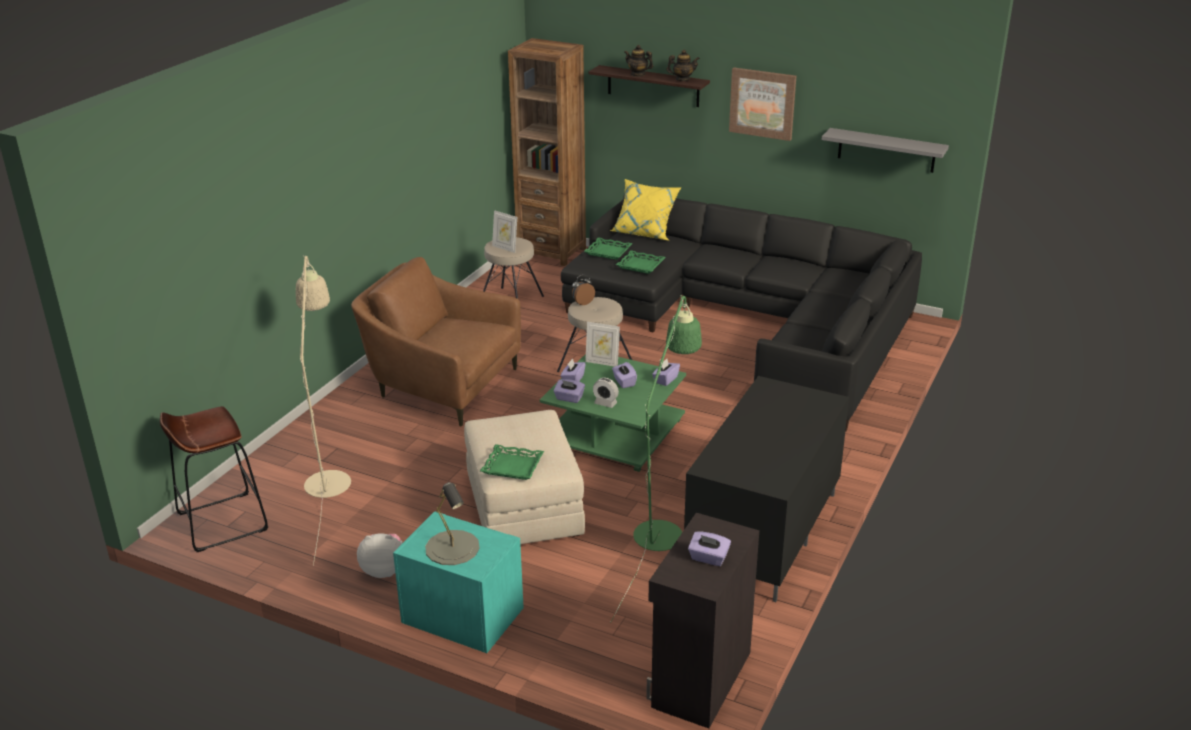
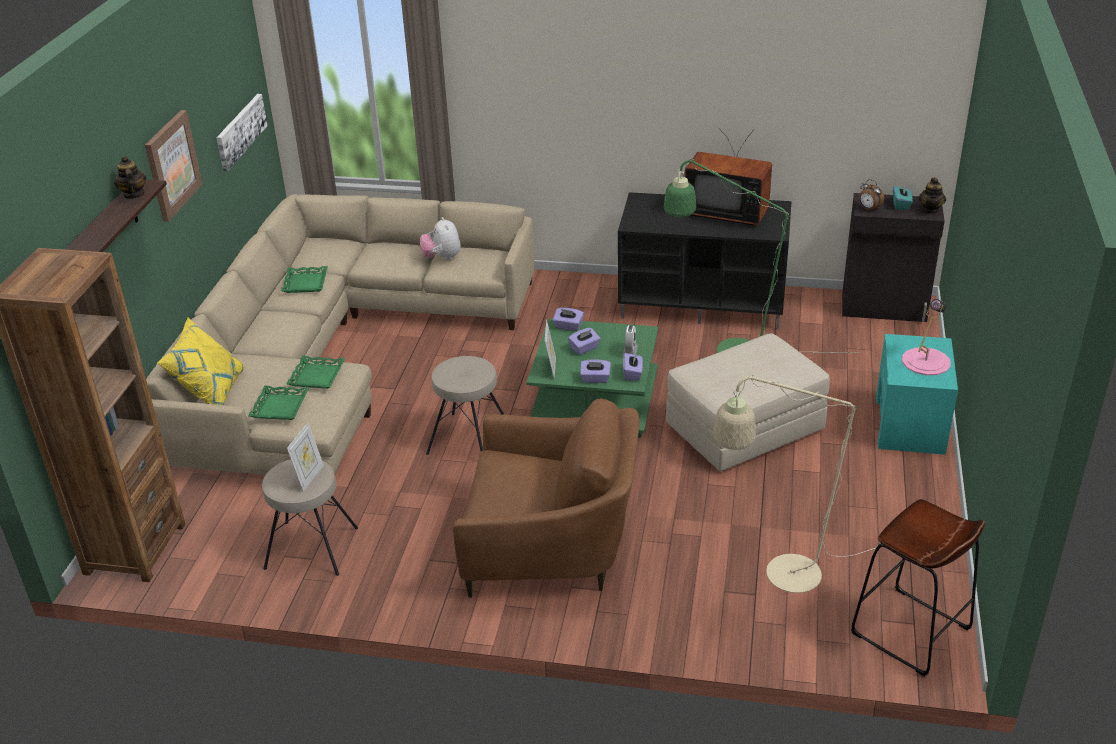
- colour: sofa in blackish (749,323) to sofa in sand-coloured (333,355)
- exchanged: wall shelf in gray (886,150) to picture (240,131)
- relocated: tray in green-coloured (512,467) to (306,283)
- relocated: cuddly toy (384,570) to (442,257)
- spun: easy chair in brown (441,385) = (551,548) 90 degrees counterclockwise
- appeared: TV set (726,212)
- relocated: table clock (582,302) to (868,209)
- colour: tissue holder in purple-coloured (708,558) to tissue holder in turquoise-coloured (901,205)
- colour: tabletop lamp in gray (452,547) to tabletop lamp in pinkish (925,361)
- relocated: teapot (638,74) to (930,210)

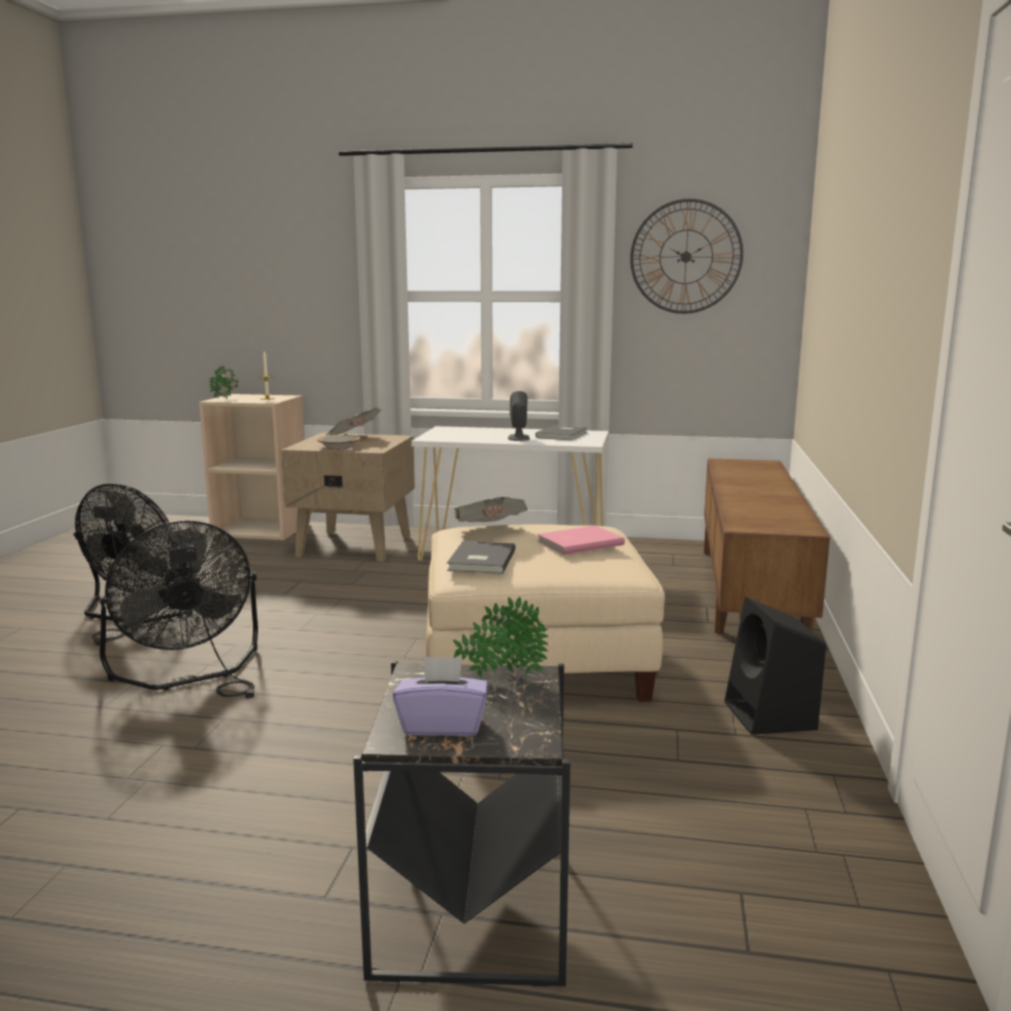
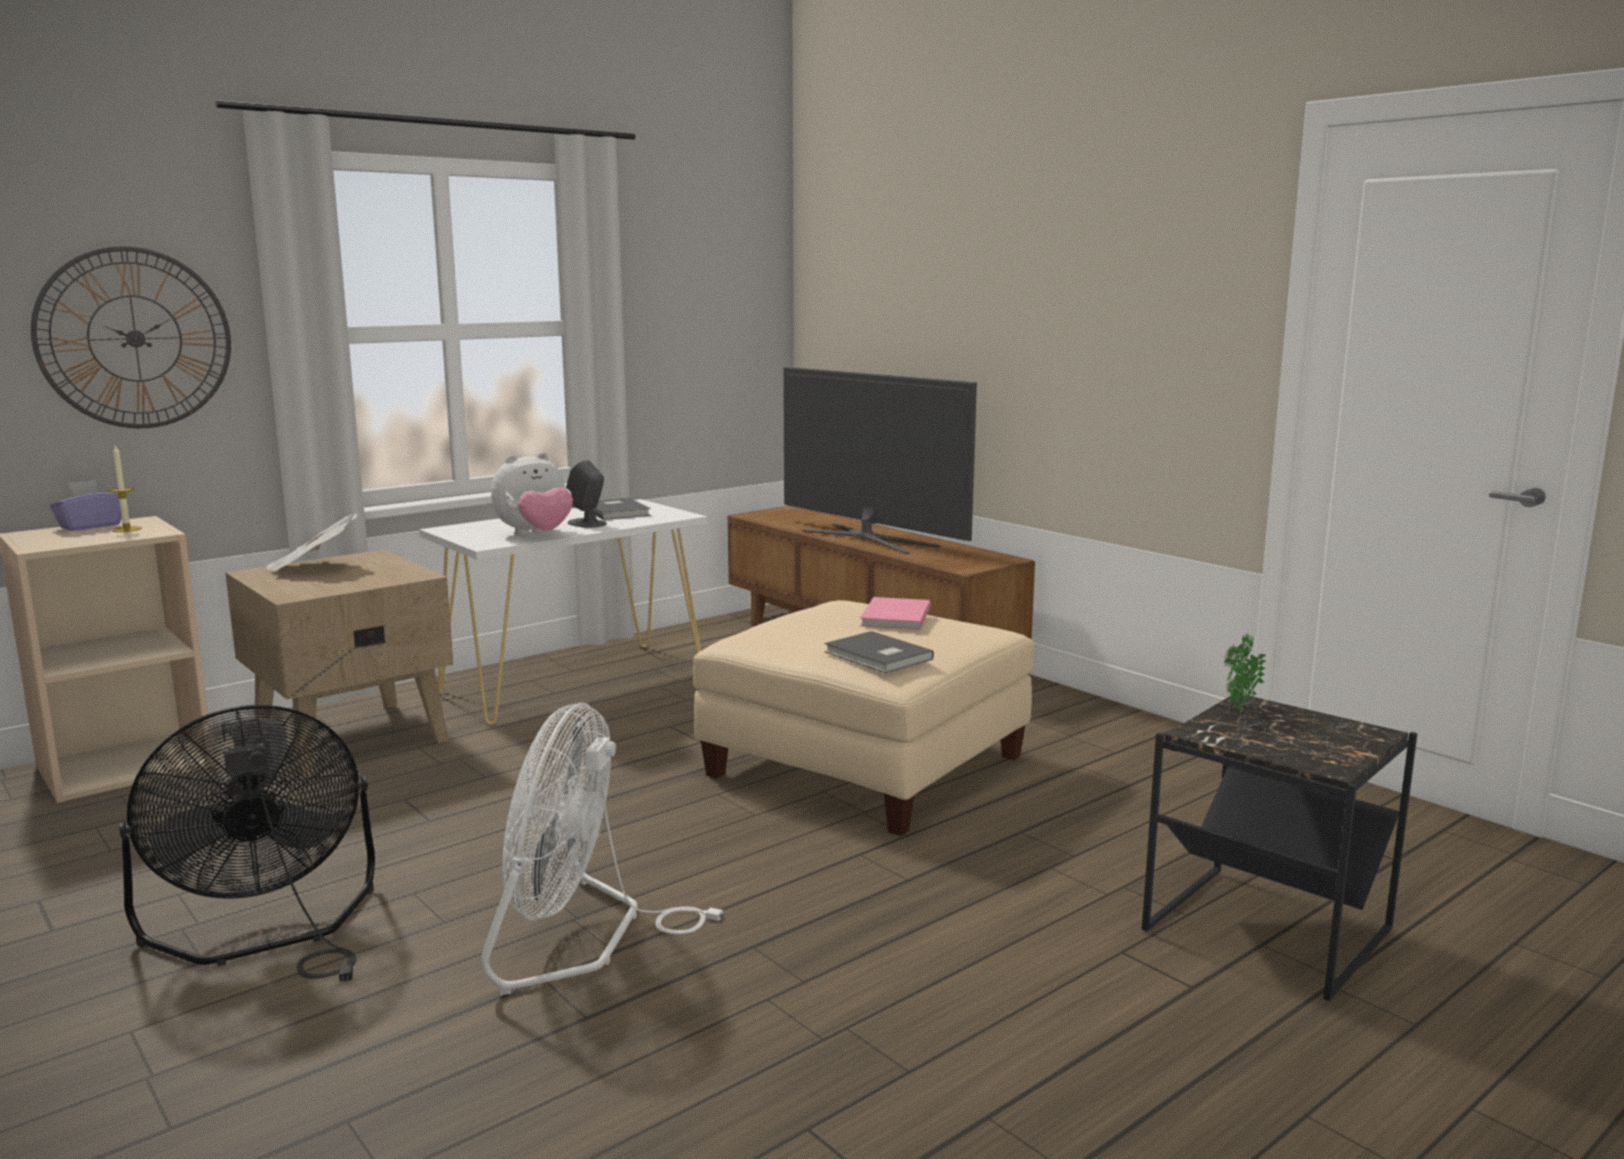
- relocated: hanging clock (686,257) to (135,338)
- relocated: tissue holder in purple-coloured (442,725) to (90,526)
- colour: electric fan in blackish (197,673) to electric fan in white (591,932)
- appeared: cuddly toy (535,535)
- appeared: TV set (869,538)
- missing: potted plant (227,399)
- missing: bowl (339,447)
- missing: printed paper (490,531)
- missing: speaker in blackish (771,717)

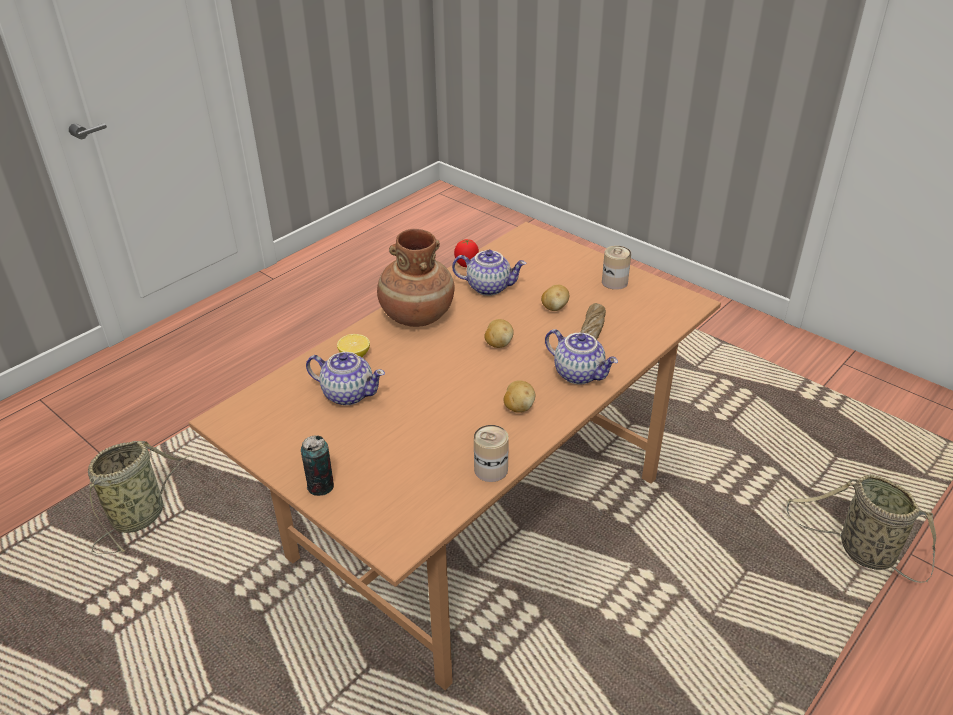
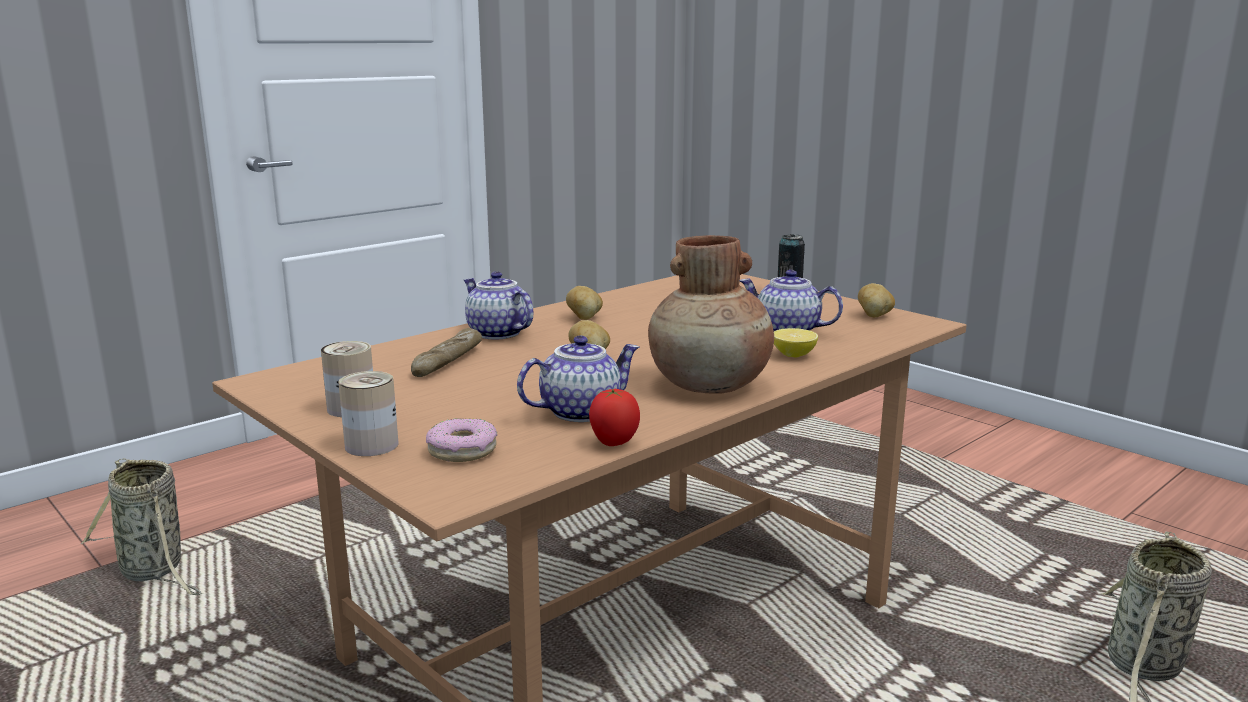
- relocated: sealed can (491,469) to (371,445)
- appeared: ring doughnut (462,450)
- spun: teapot (489,287) = (580,411) 135 degrees clockwise
- relocated: whole potato (554,308) to (874,316)

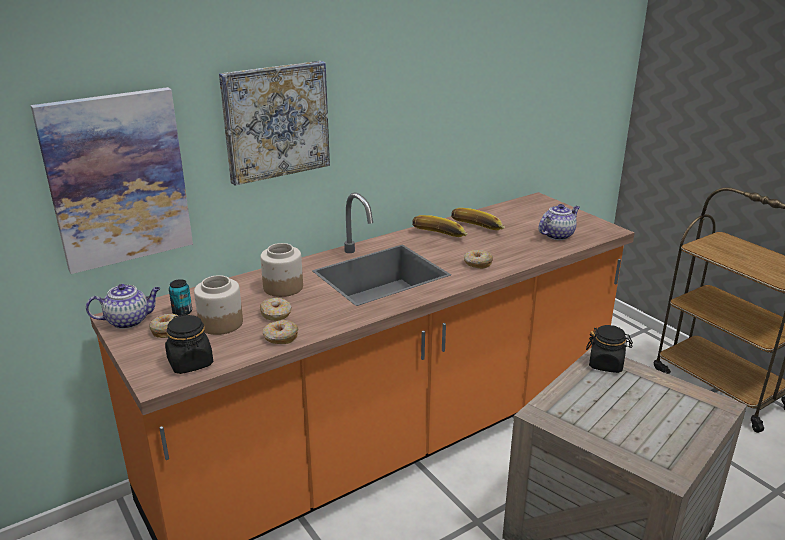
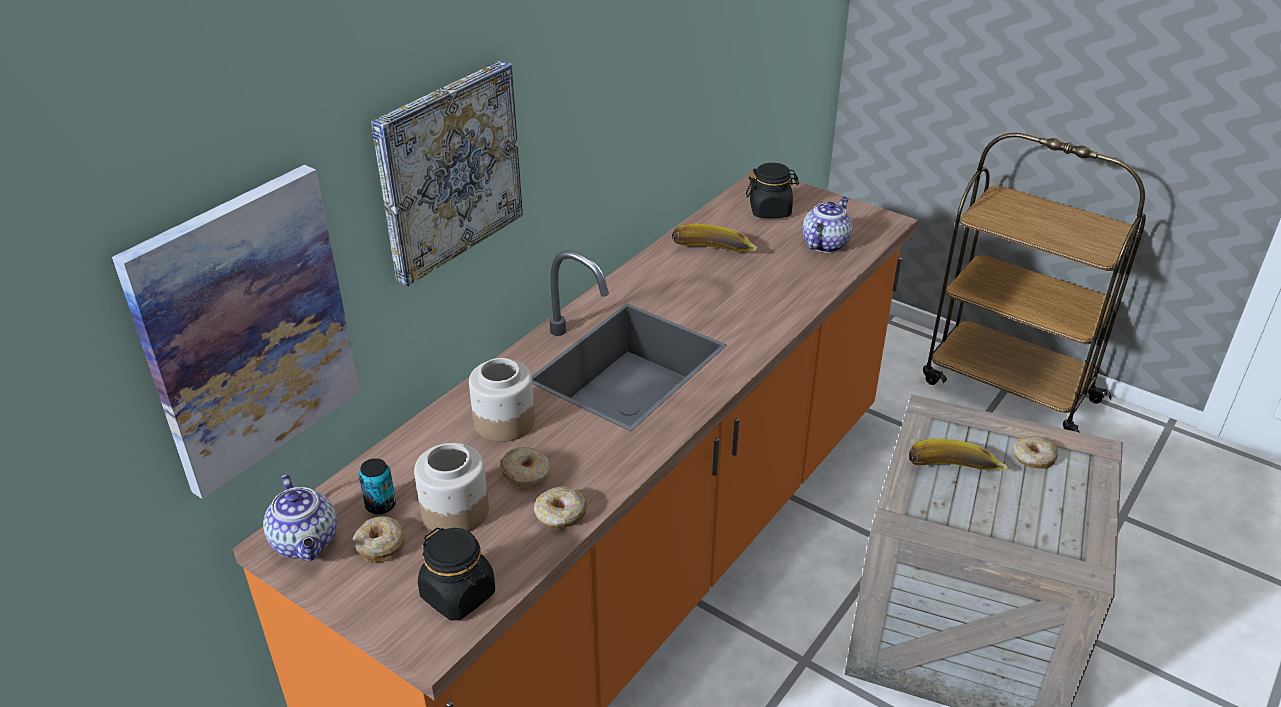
- spun: teapot (129,321) = (306,543) 105 degrees clockwise
- relocated: jar in blackish (606,364) to (770,210)
- relocated: banana fruit (438,236) to (953,472)
- relocated: ring doughnut (477,263) to (1033,458)

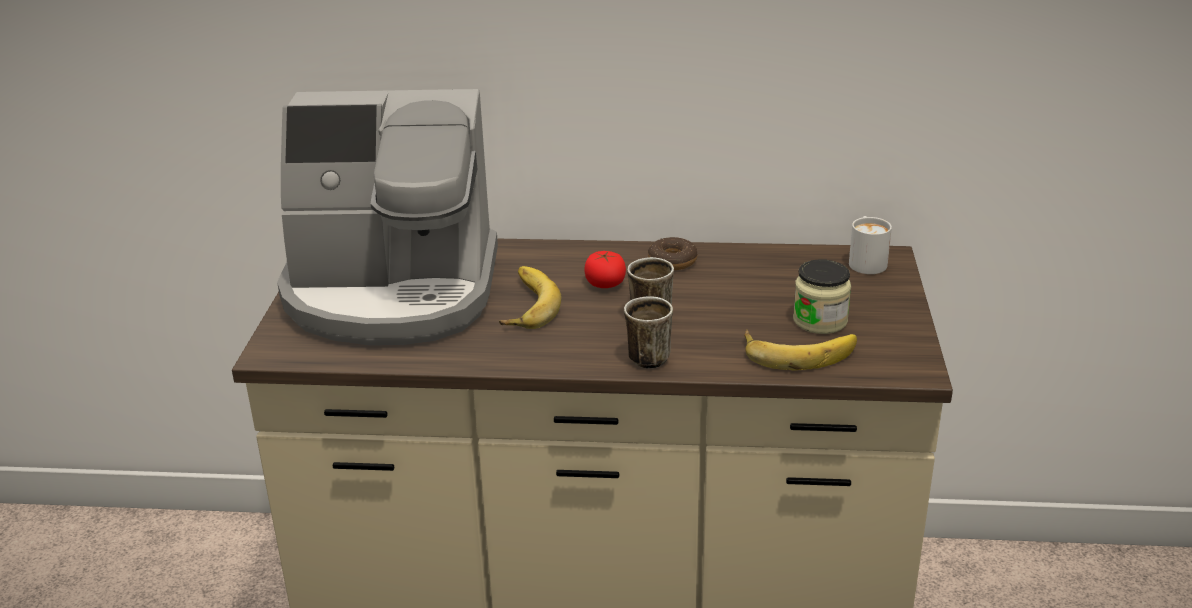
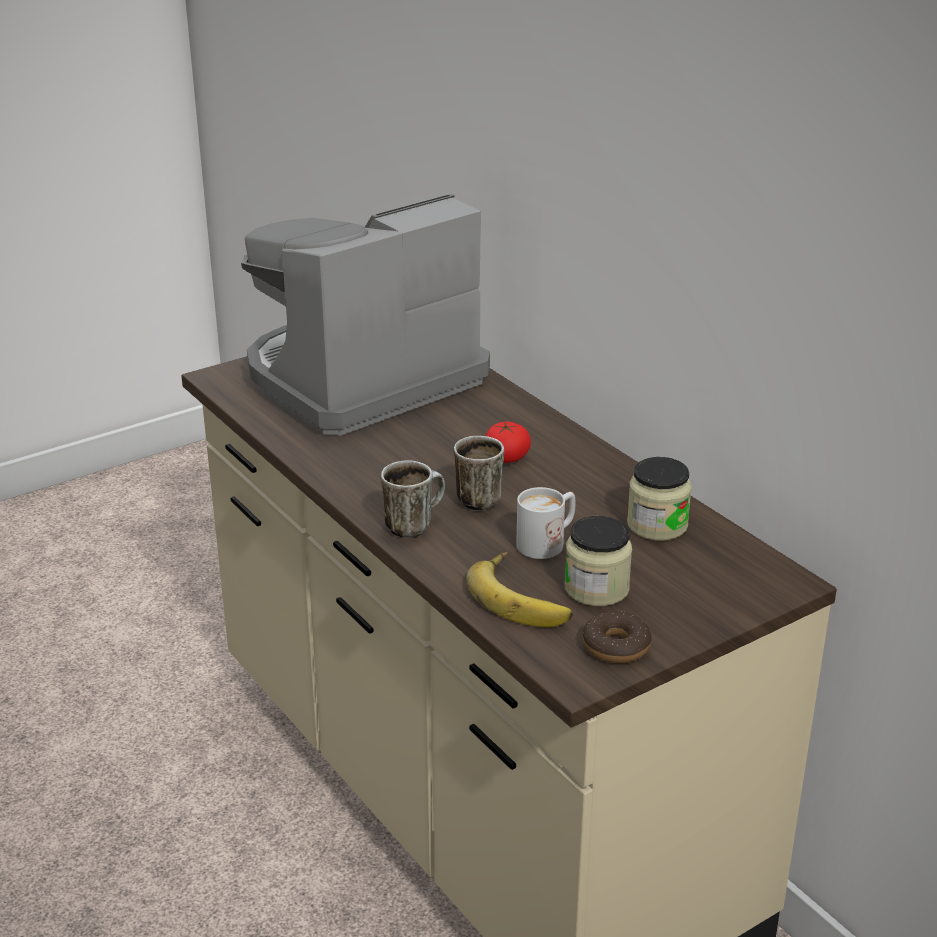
- spun: coffee maker (393,293) = (360,380) 90 degrees clockwise
- relocated: coffee mug in white (866,261) to (548,542)
- relocated: ring doughnut (672,261) to (616,646)
- appeared: jar (657,525)
- missing: banana fruit (523,305)

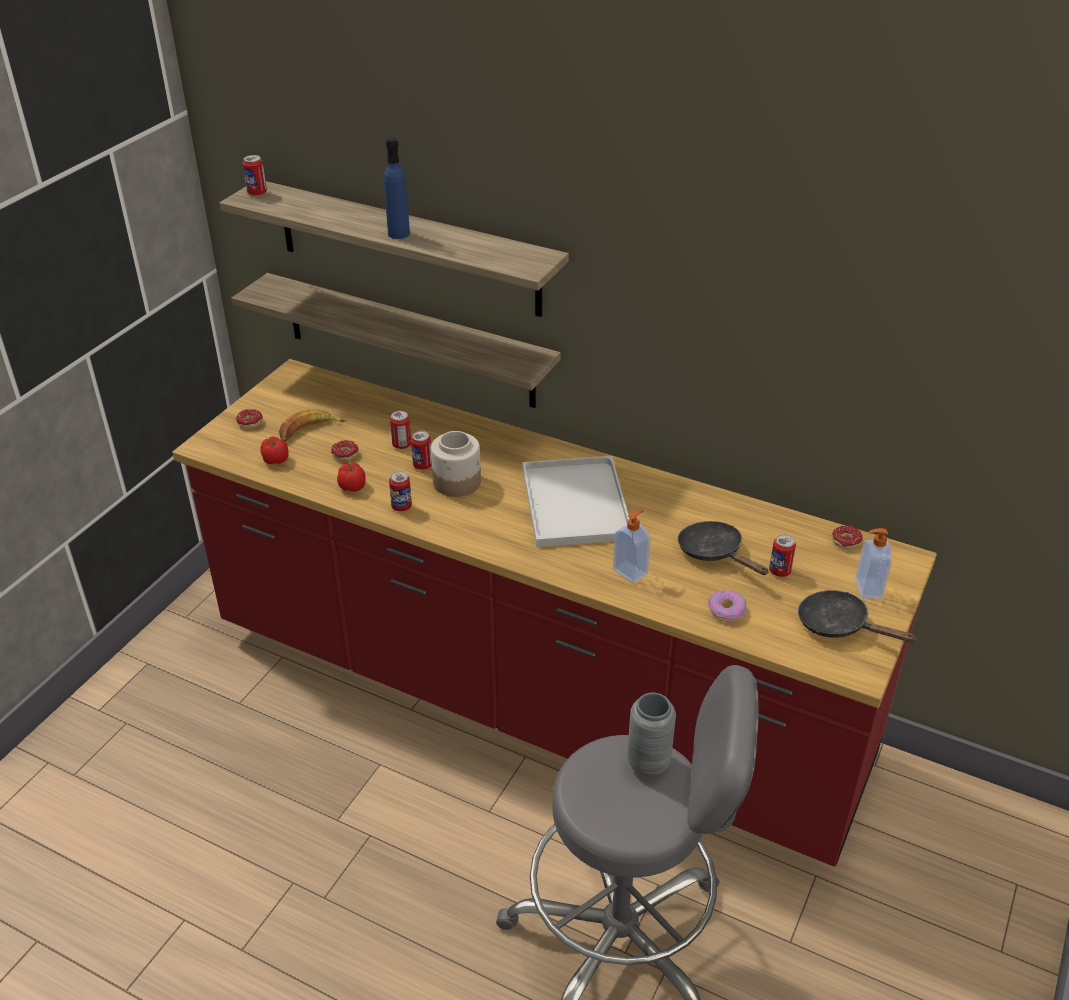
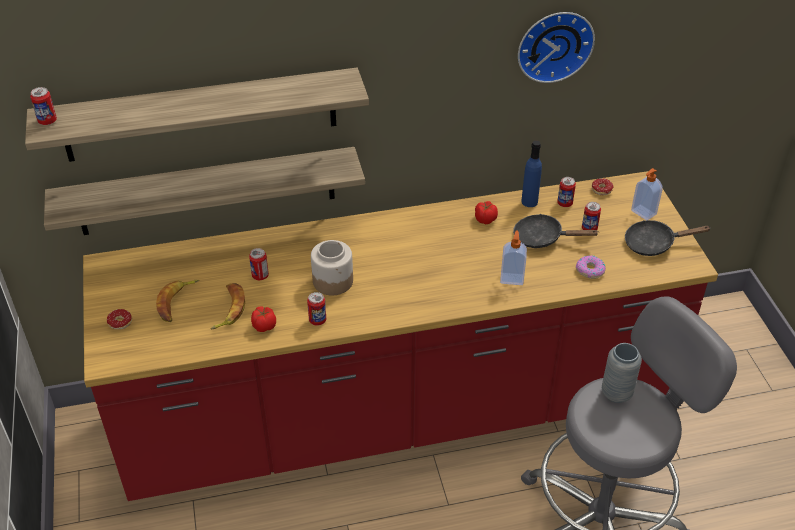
- exchanged: ring doughnut (342,457) to banana fruit (228,309)
- relocated: whole tomato (276,459) to (485,219)
- appeared: hanging clock (554,44)
- relocated: bottle in bluish (398,234) to (529,201)
- relocated: sealed can (422,465) to (564,203)
- missing: tray in white (577,504)

